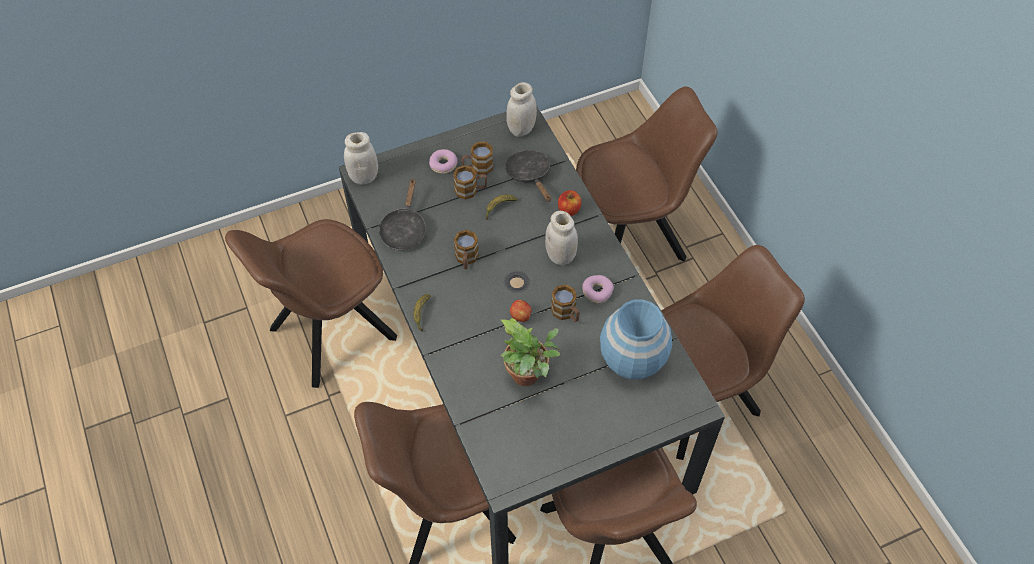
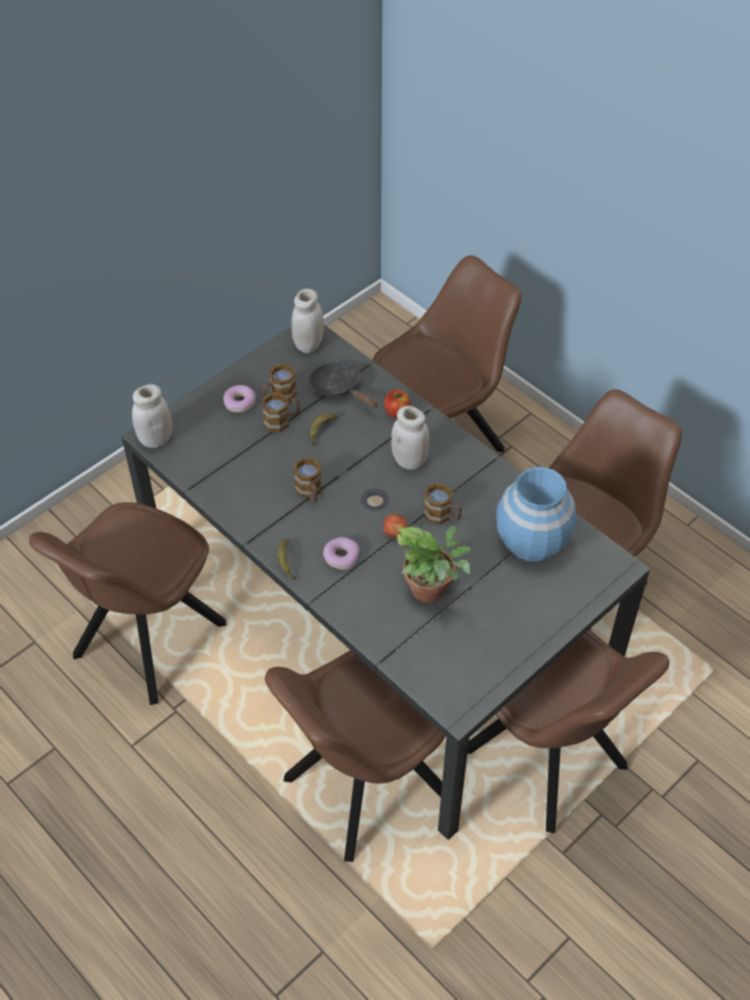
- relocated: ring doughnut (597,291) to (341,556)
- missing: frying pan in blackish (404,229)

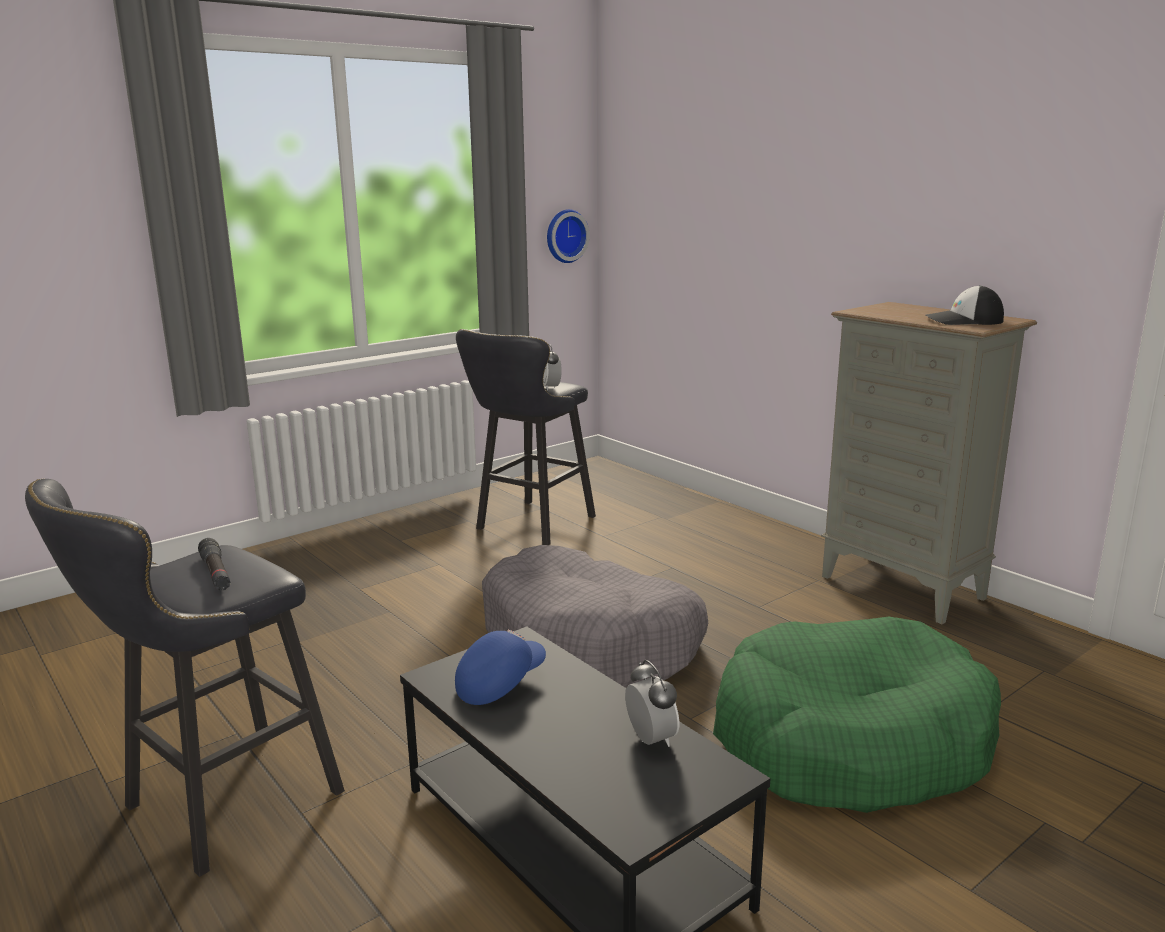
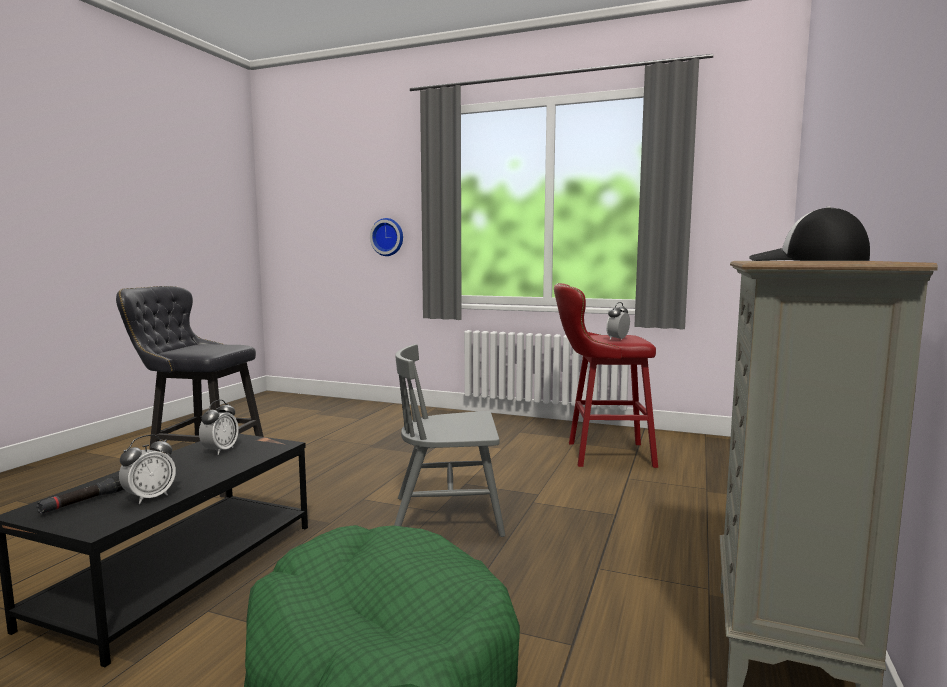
- relocated: torch in blackish (216,573) to (87,501)
- exchanged: baseball cap in bluish (499,683) to table clock (220,450)
- relocated: hanging clock (565,236) to (388,237)
- exchanged: pet bed in gray (591,642) to upright chair in gray (448,515)
- colour: stool seat in blackish (528,527) to stool seat in red-coloured (598,454)

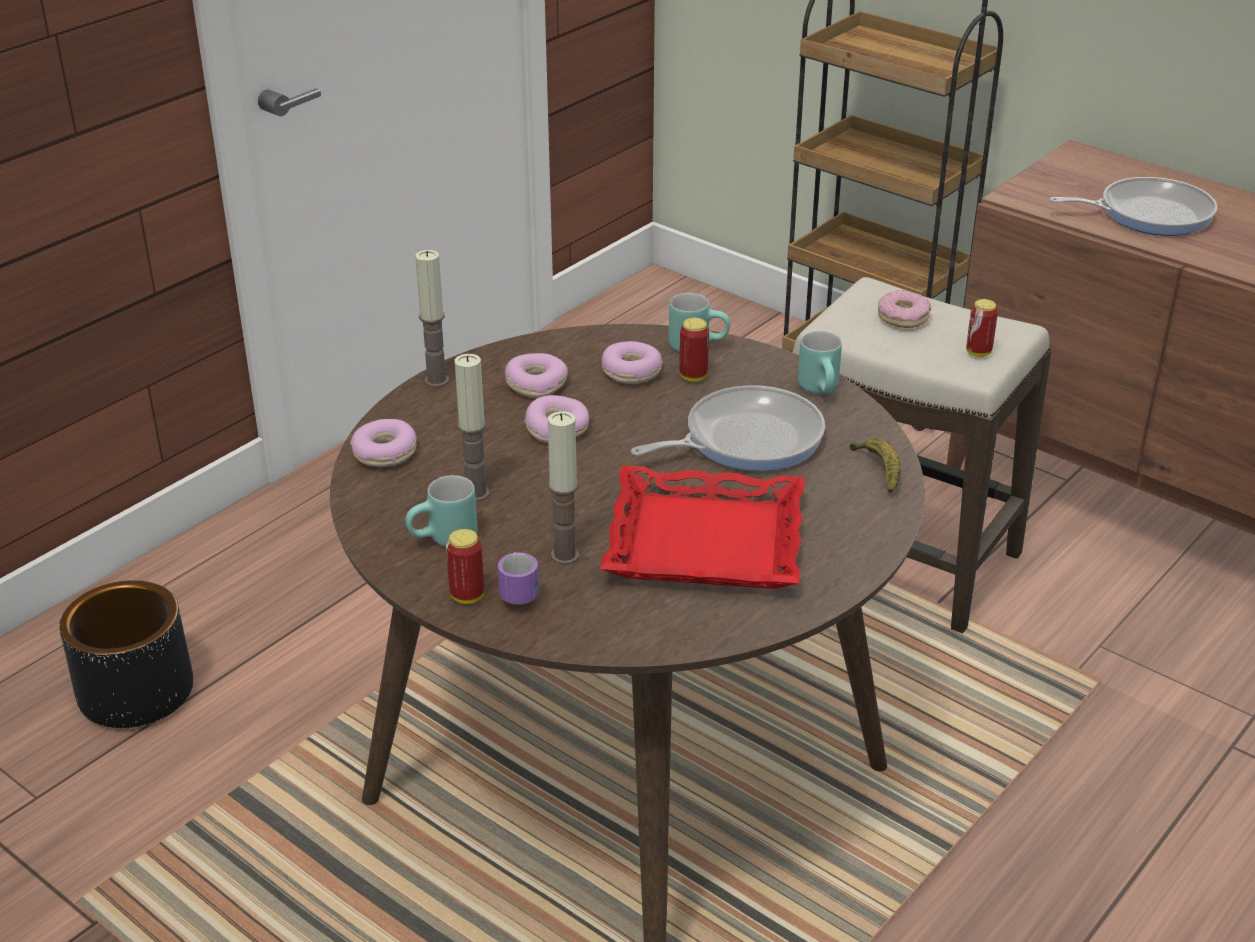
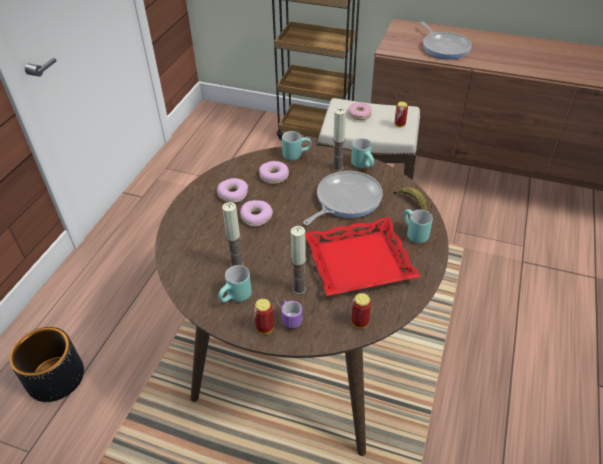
- relocated: candle (437,380) to (337,168)
- relocated: sealed can (693,377) to (359,322)
- appeared: coffee mug in turquoise-coloured (413,234)
- spun: frying pan (1148,214) = (444,47) 90 degrees clockwise
- missing: ring doughnut (385,453)

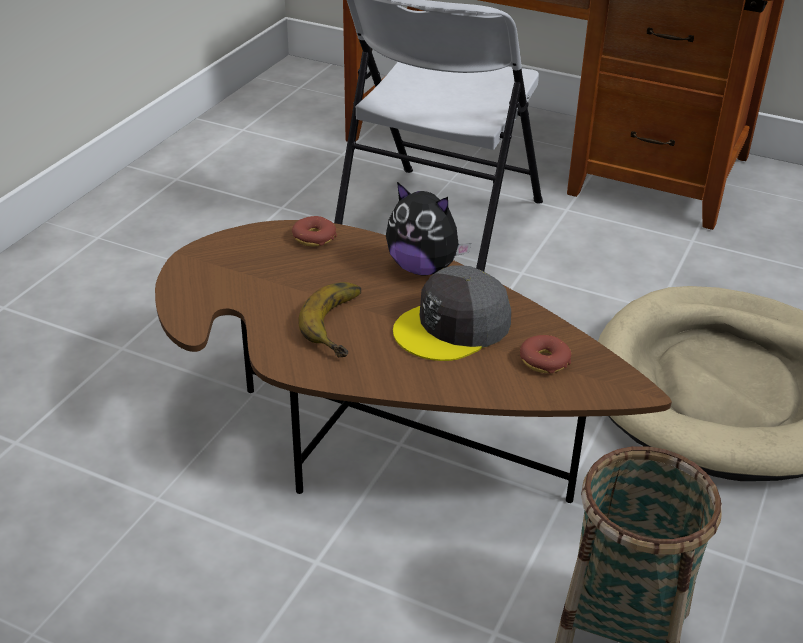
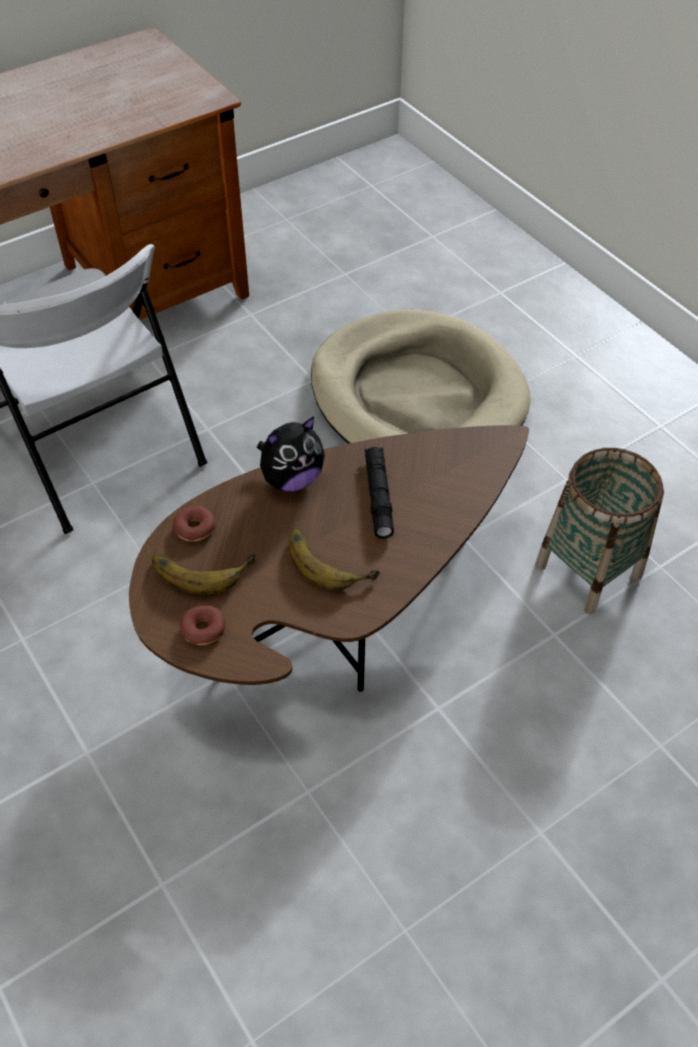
- appeared: banana fruit (202,567)
- relocated: ring doughnut (544,361) to (203,629)
- exchanged: baseball cap in gray (453,327) to torch in blackish (378,496)

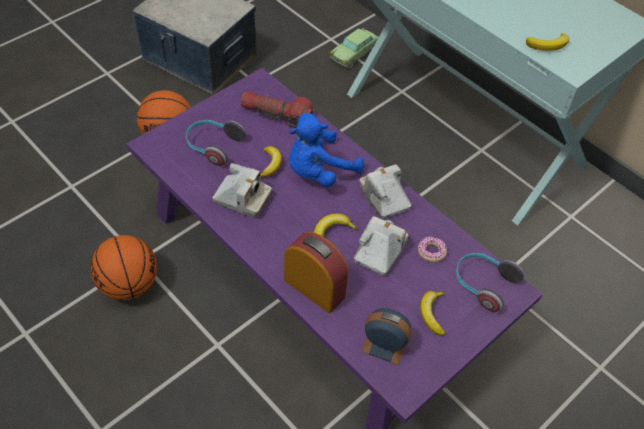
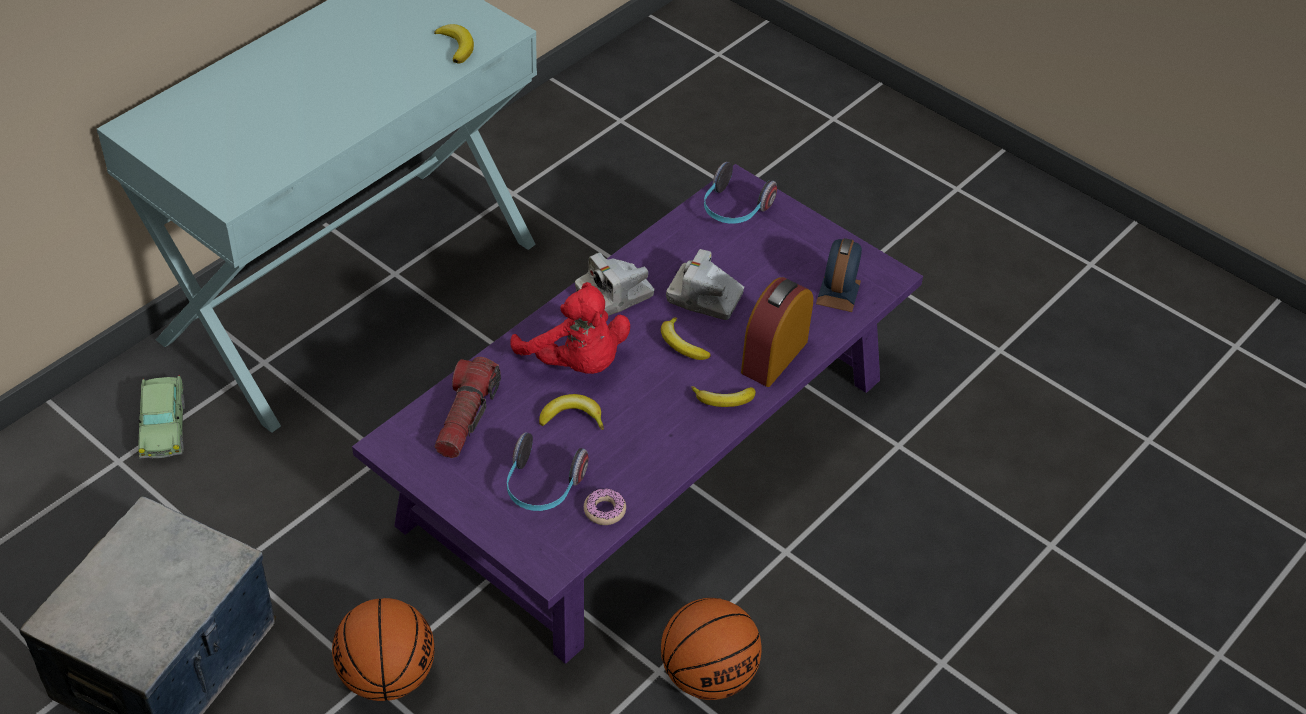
- spun: model car (354,53) = (163,426) 45 degrees clockwise
- colour: cuddly toy in bluish (319,171) to cuddly toy in red-coloured (576,362)
- relocated: ring doughnut (431,252) to (604,510)
- relocated: banana fruit (432,314) to (724,401)
- missing: still camera (242,199)

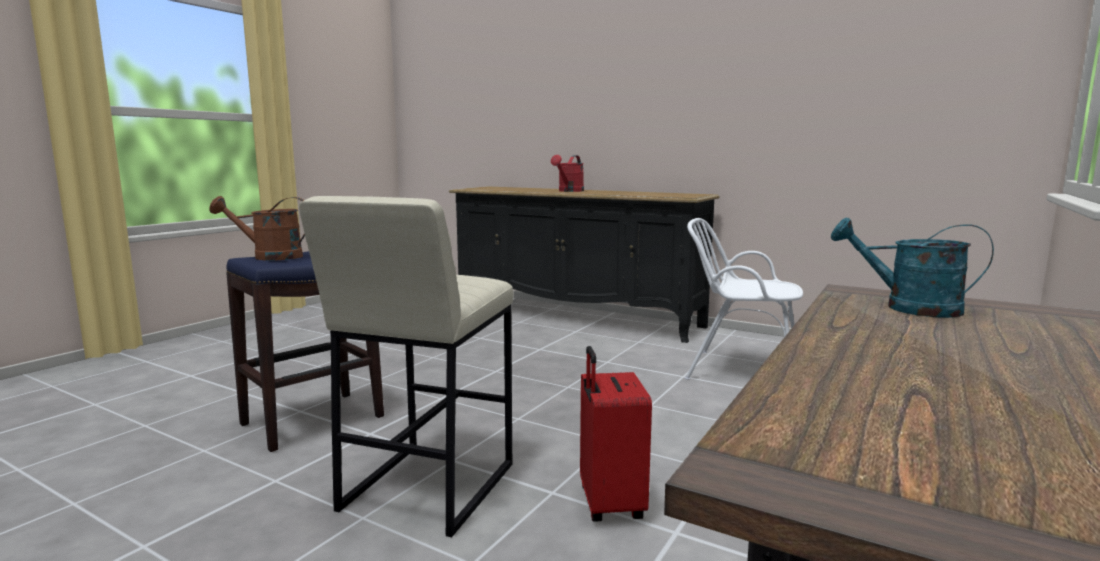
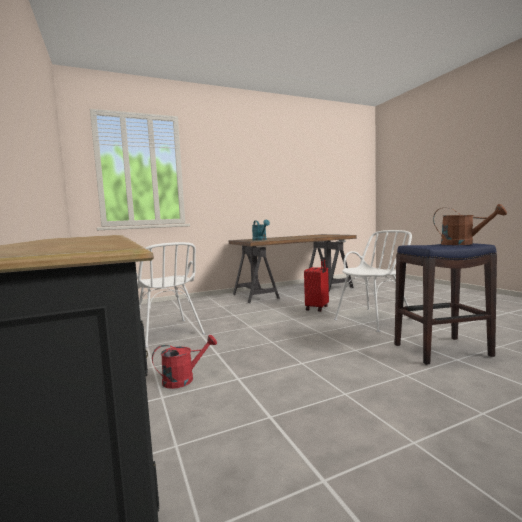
- relocated: sprinkling can in red-coloured (569,191) to (184,379)
- exchanged: stool seat in sand-coloured (426,488) to upright chair in white (375,318)

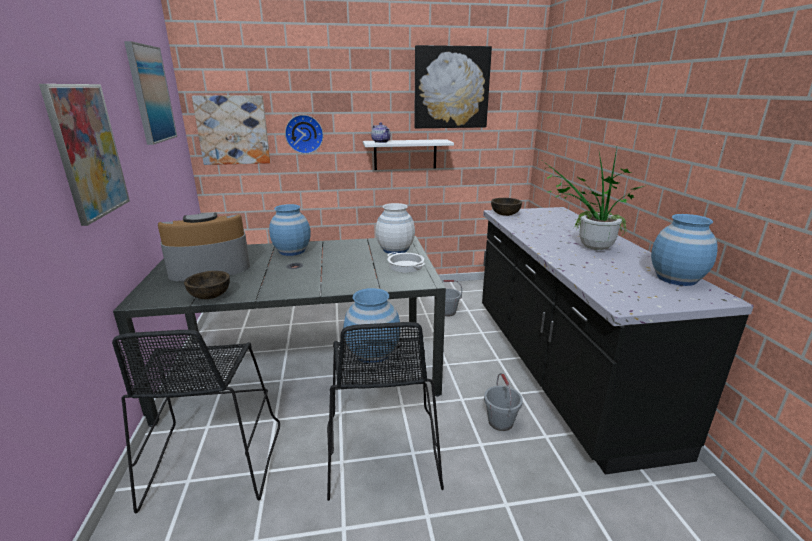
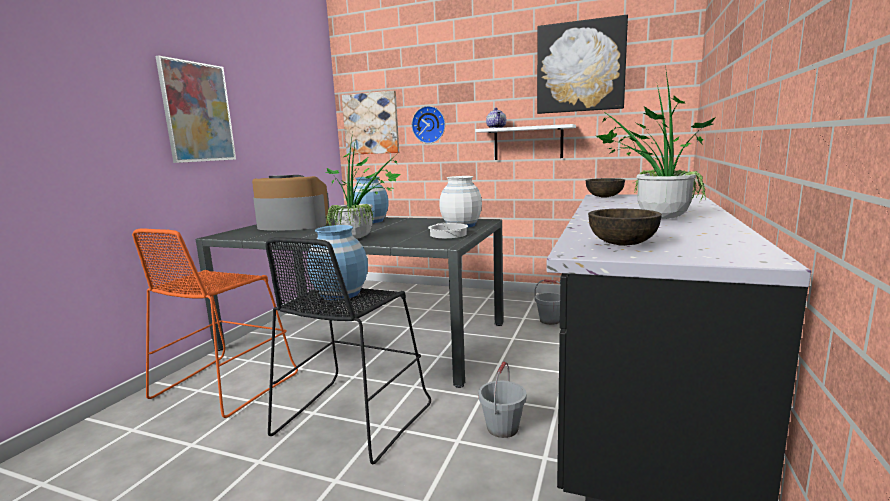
- colour: stool seat in blackish (213,463) to stool seat in orangey (226,384)
- appeared: potted plant (361,238)
- relocated: bowl in brown (210,296) to (622,244)
- missing: picture (150,94)
- missing: decorative vase in bluish (676,278)

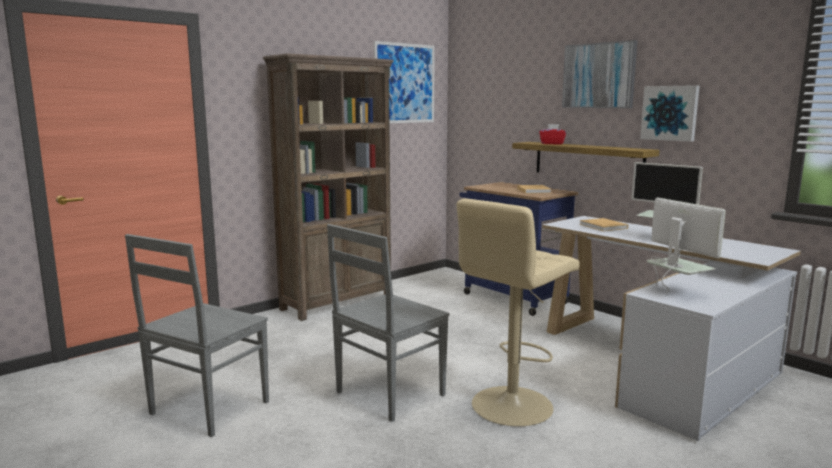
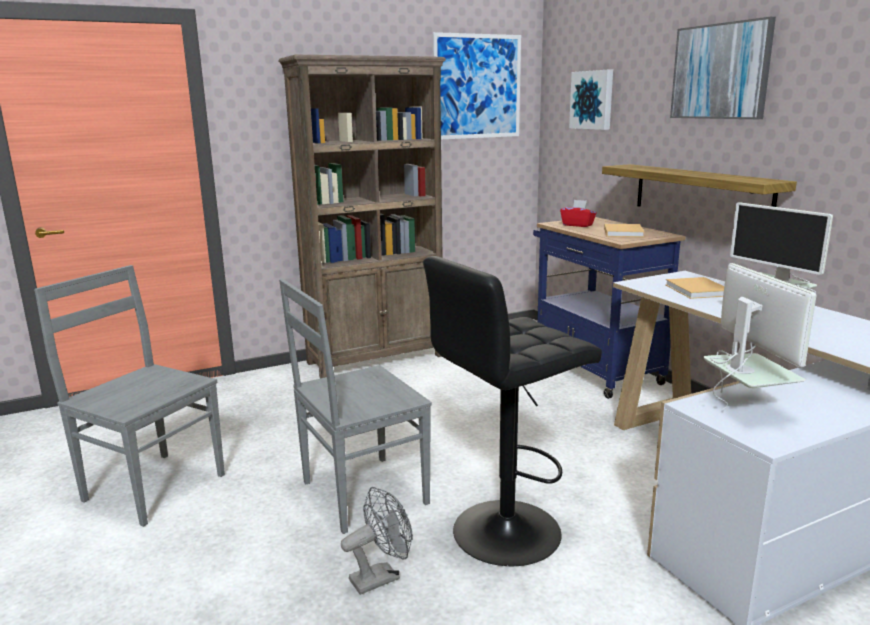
- spun: upright chair in gray (207,409) = (152,486) 75 degrees clockwise
- appeared: electric fan in gray (381,577)
- colour: stool seat in sand-coloured (510,406) to stool seat in blackish (505,531)
- relocated: tissue holder in red-coloured (552,144) to (577,225)
- relocated: picture (670,113) to (592,100)

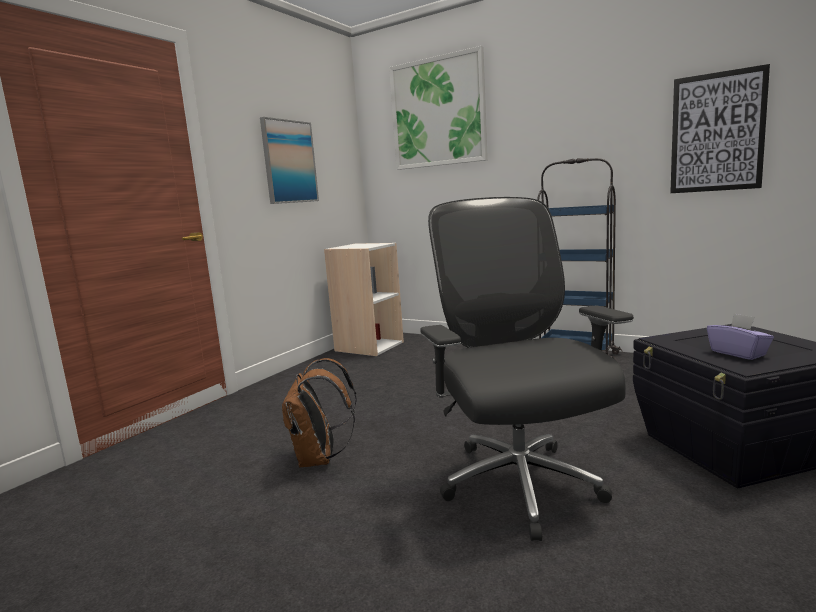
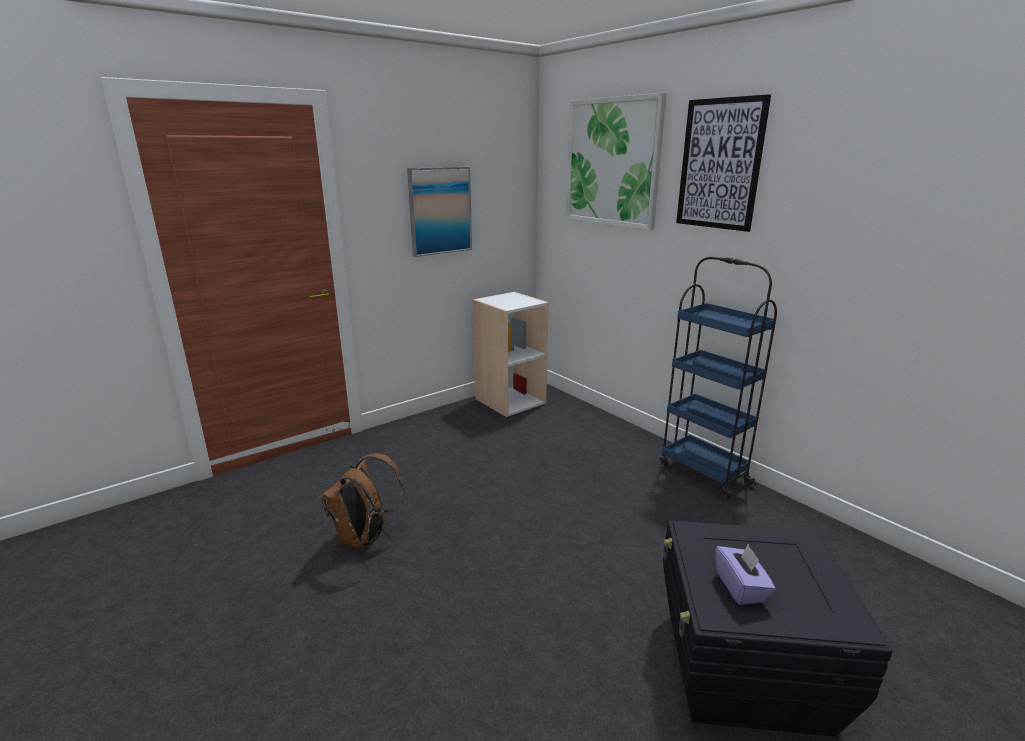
- relocated: picture (717,132) to (720,164)
- missing: computer chair (521,485)

